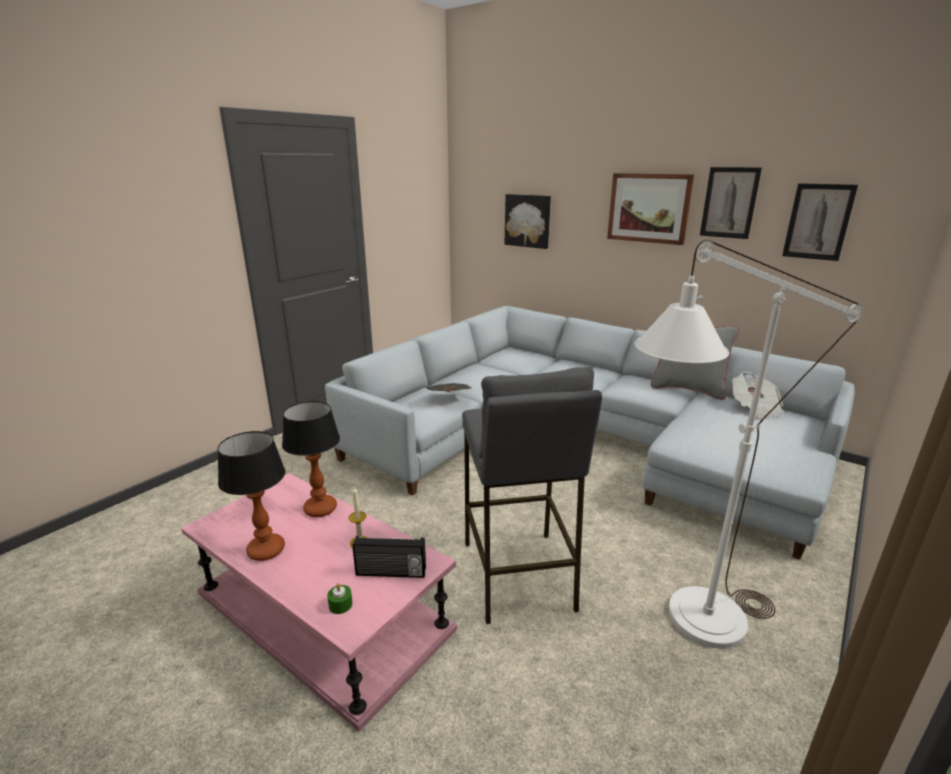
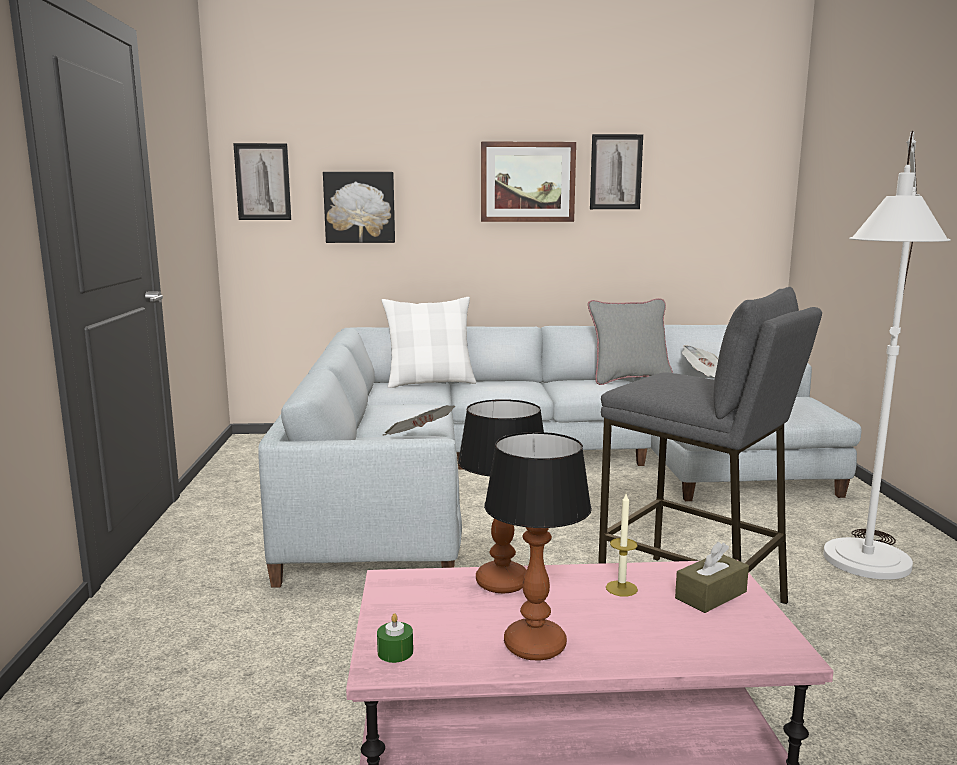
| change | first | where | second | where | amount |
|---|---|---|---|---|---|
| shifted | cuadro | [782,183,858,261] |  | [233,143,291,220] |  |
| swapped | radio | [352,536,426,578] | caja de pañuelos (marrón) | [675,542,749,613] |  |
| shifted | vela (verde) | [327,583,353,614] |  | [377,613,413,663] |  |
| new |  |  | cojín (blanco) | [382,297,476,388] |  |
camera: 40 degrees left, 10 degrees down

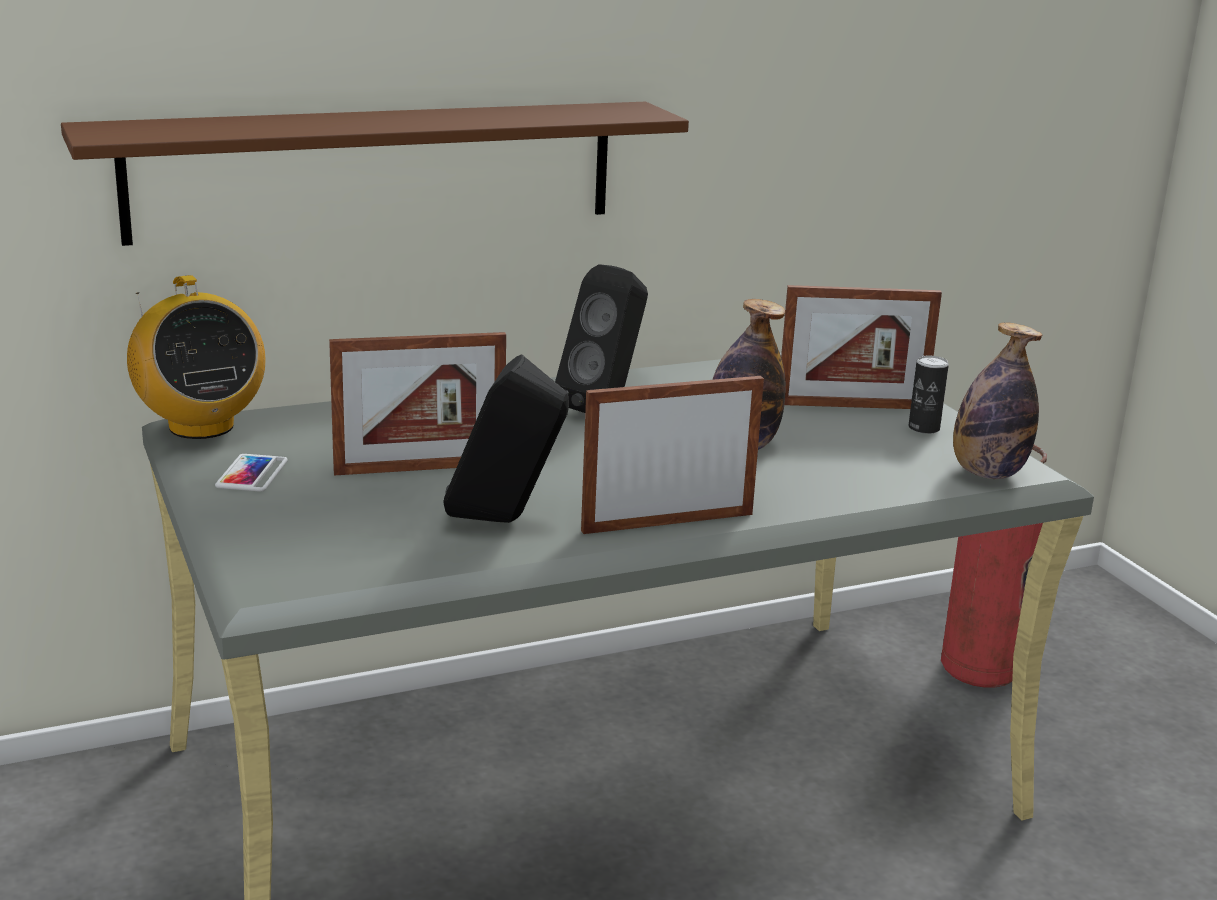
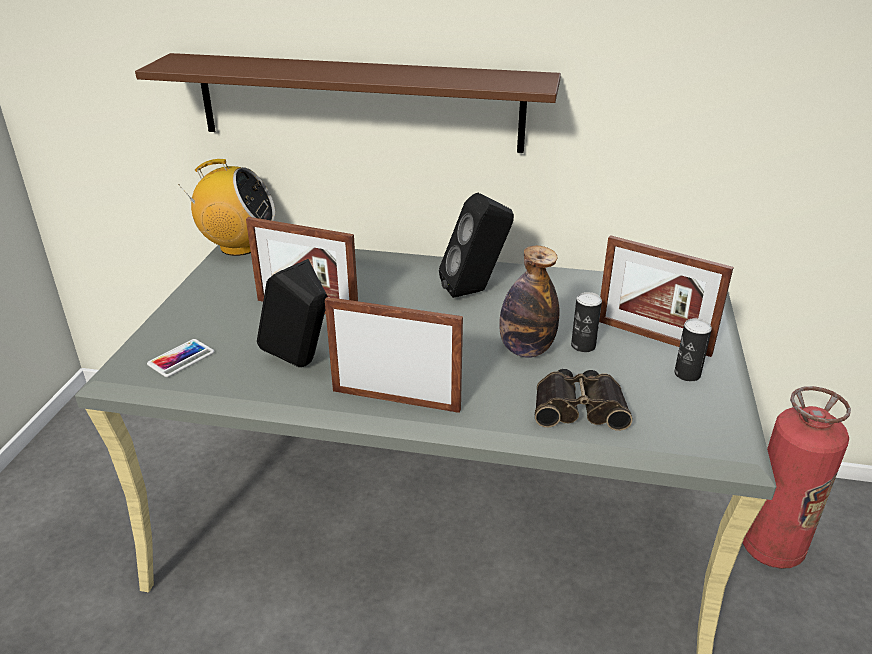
| change | first | where | second | where | amount |
|---|---|---|---|---|---|
| rotated | radio | [127,275,266,439] |  | [178,159,275,256] | 90 degrees counterclockwise |
| gone | botella | [953,322,1042,479] |  |  |  |
| shifted | móvil | [215,454,288,492] |  | [147,339,214,377] |  |
| new |  |  | lata | [571,292,602,352] |  |
| new |  |  | prismáticos | [535,369,633,431] |  |
camera: 35 degrees right, 10 degrees up

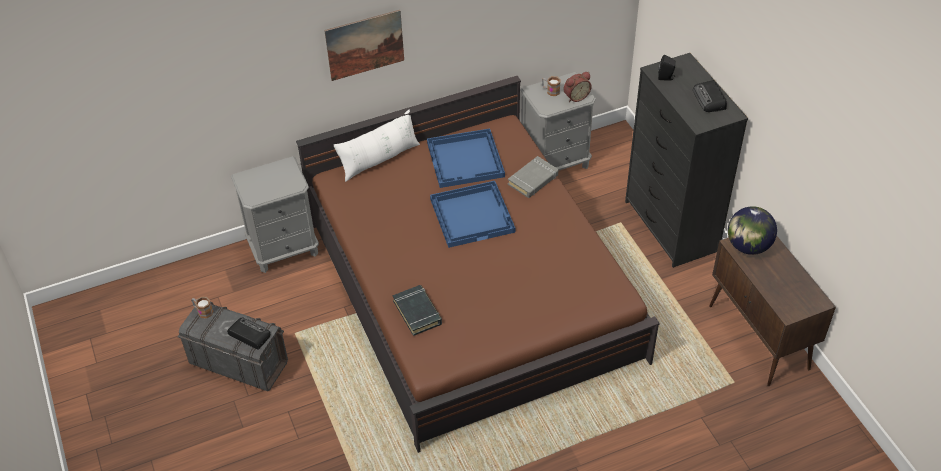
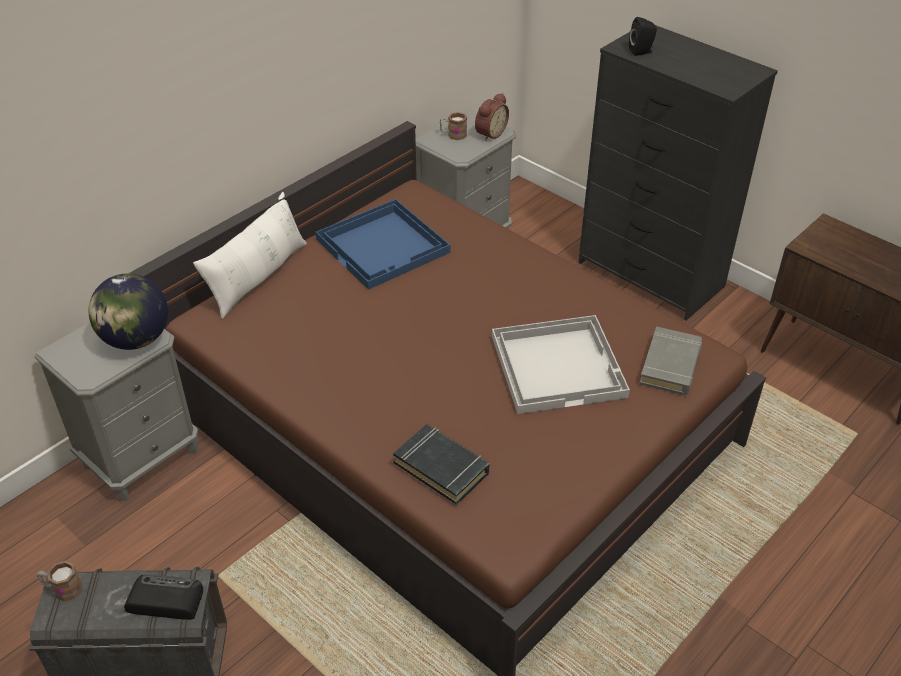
| change | first | where | second | where | amount |
|---|---|---|---|---|---|
| gone | cuadro | [324,10,404,81] |  |  |  |
| gone | radio | [693,80,727,112] |  |  |  |
| shifted | libro (gris) | [508,156,558,198] |  | [640,326,702,396] |  |
| gone | bandeja (azul) | [430,181,515,248] |  |  |  |
| shifted | globo terráqueo | [728,206,777,255] |  | [89,273,168,350] |  |
| new |  |  | bandeja (blanco) | [492,315,630,414] |  |
camera: 25 degrees left, 5 degrees down

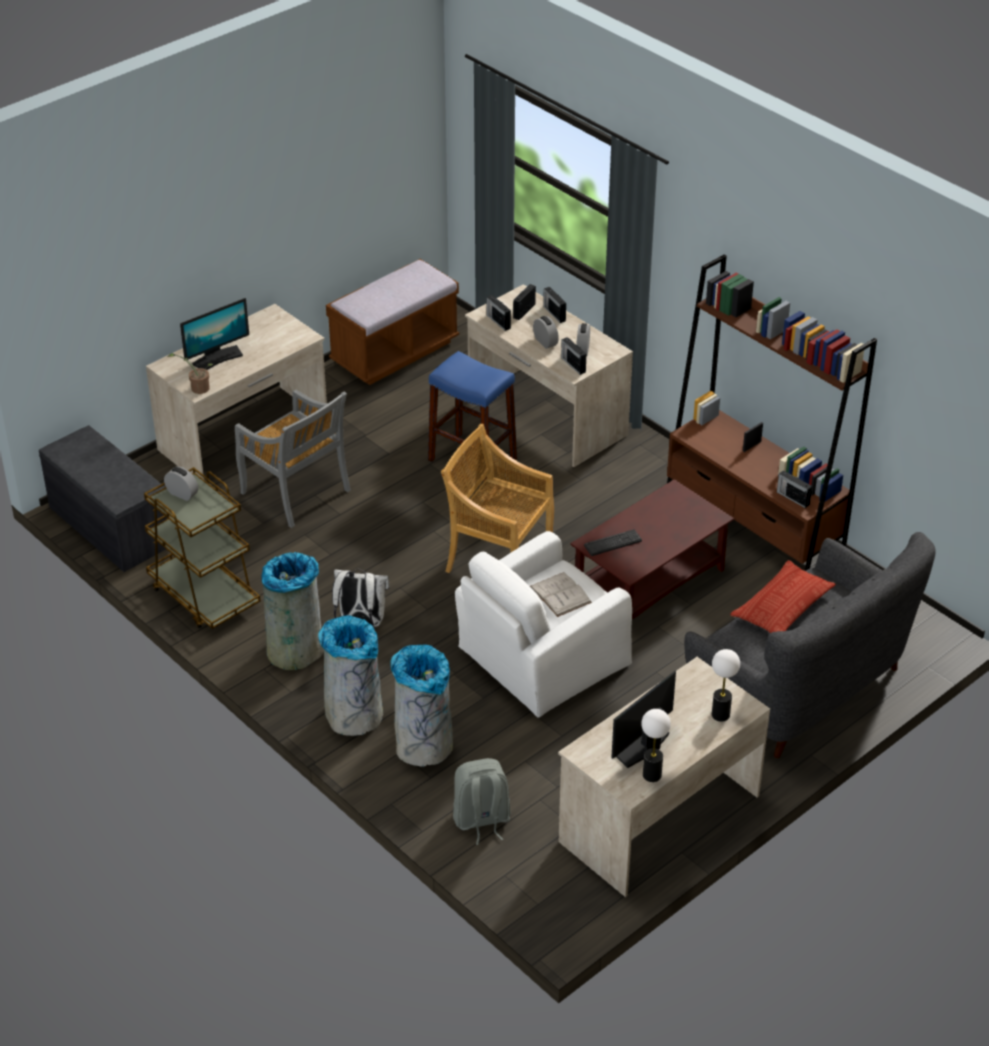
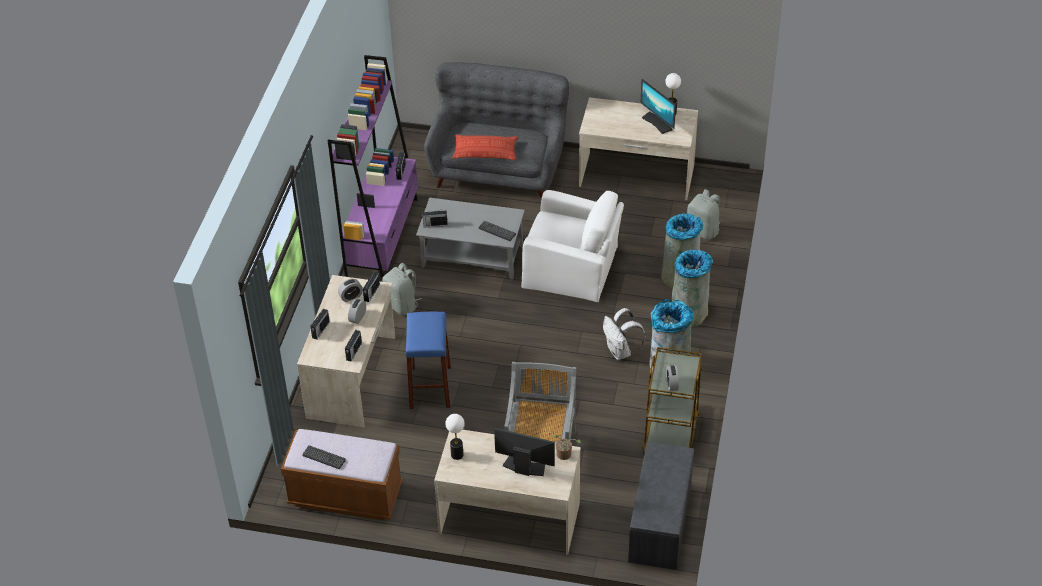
| change | first | where | second | where | amount |
|---|---|---|---|---|---|
| repainted | estantería (marrón) | [667,254,877,571] | estantería (morado) | [328,55,418,278] |  |
| shifted | radio | [513,284,536,320] |  | [422,209,448,228] |  |
| gone | silla (beis) | [441,424,554,573] |  |  |  |
| repainted | mesa de centro (marrón) | [570,479,734,620] | mesa de centro (gris) | [416,198,525,279] |  |
| gone | libro (blanco) | [530,572,592,617] |  |  |  |
| shifted | lámpara de mesa | [712,649,740,722] |  | [445,414,465,460] |  |
| rotated | monitor | [611,671,676,768] |  | [640,79,676,134] | 45 degrees clockwise |
| new |  |  | mochila (gris) | [382,263,422,315] |  |
| new |  |  | teclado | [302,445,346,469] |  |
camera: 125 degrees left, 5 degrees up

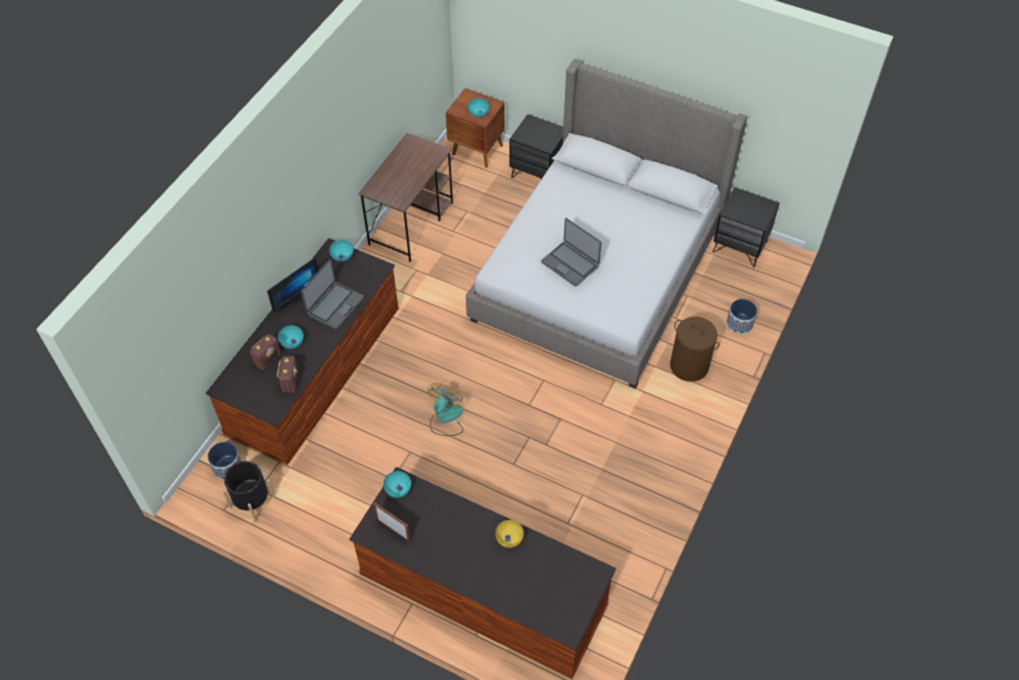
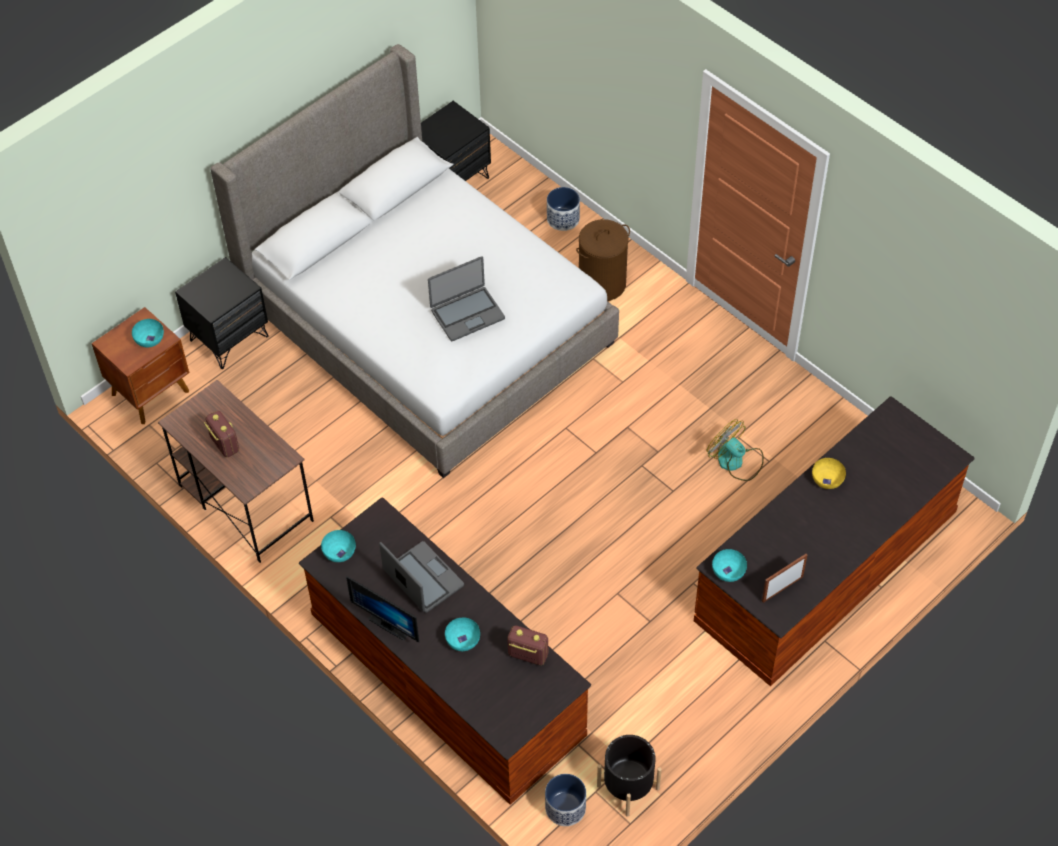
| change | first | where | second | where | amount |
|---|---|---|---|---|---|
| rotated | monitor | [267,257,318,312] |  | [346,576,419,642] | 150 degrees clockwise |
| shifted | radio | [250,334,281,370] |  | [204,411,239,457] |  |
| shifted | ventilador | [428,383,463,436] |  | [707,419,764,481] |  |
camera: 70 degrees left, 0 degrees up

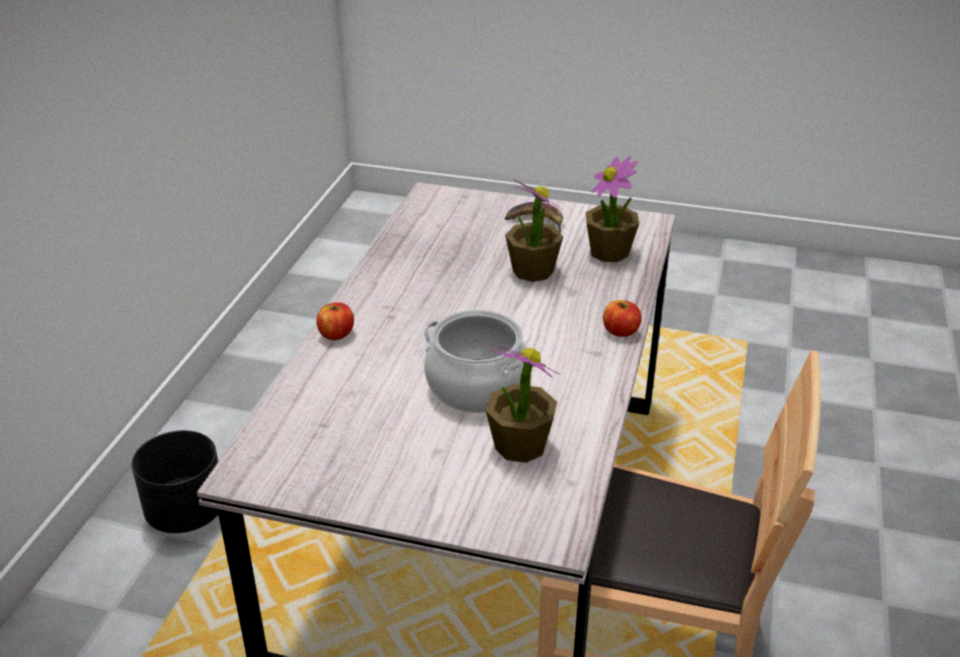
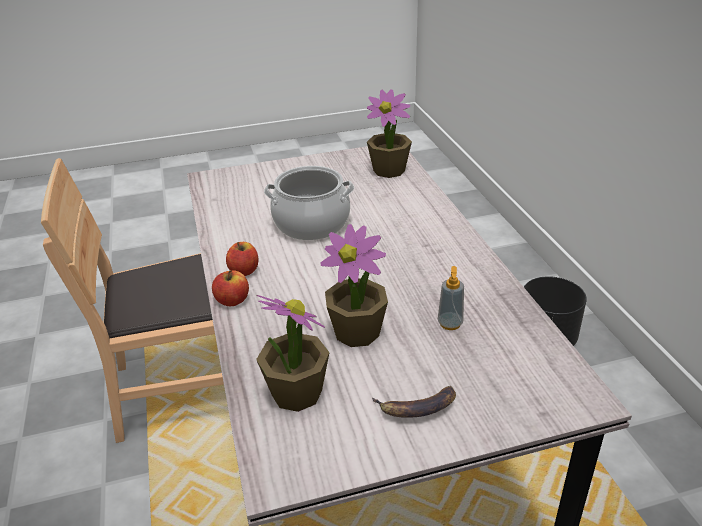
| change | first | where | second | where | amount |
|---|---|---|---|---|---|
| shifted | manzana | [317,303,354,340] |  | [226,242,258,276] |  |
| shifted | planta en maceta | [486,344,560,463] |  | [367,89,412,178] |  |
| new |  |  | dispensador de jabón | [438,266,464,330] |  |
camera: 150 degrees right, 0 degrees up

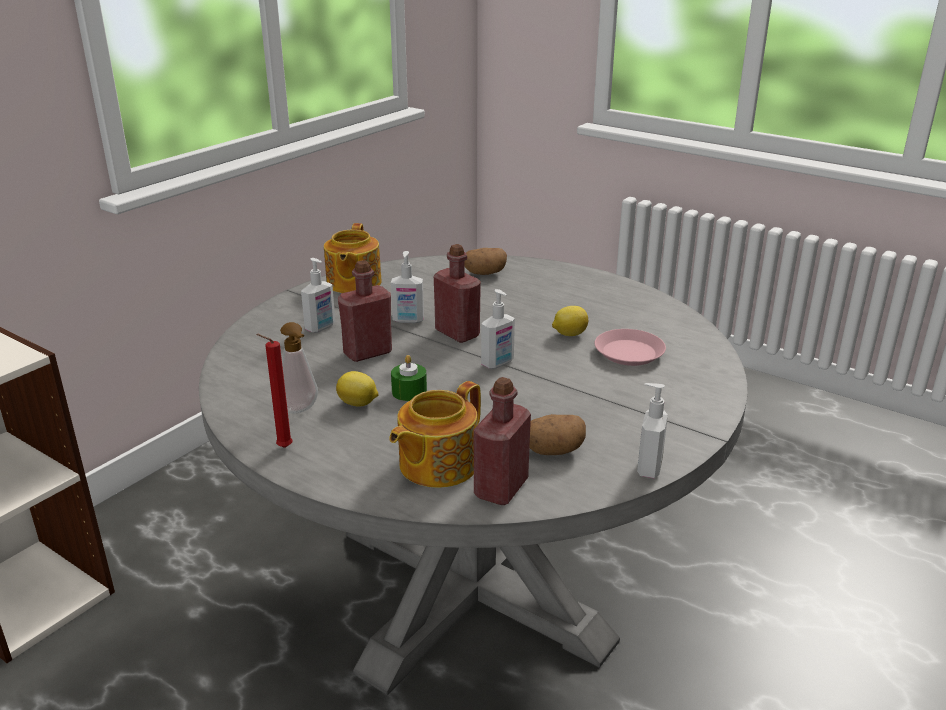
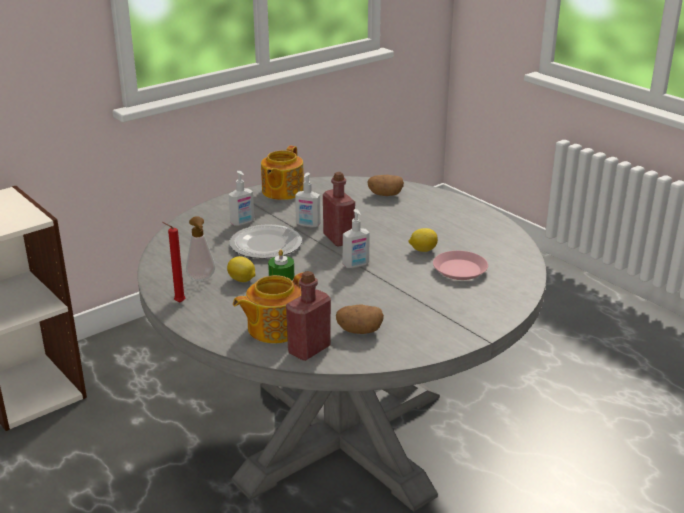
| change | first | where | second | where | amount |
|---|---|---|---|---|---|
| swapped | botella (rojo) | [338,260,392,362] | plato | [230,224,302,259] |  |
| gone | dispensador de jabón | [637,383,668,478] |  |  |  |
camera: 15 degrees right, 0 degrees up

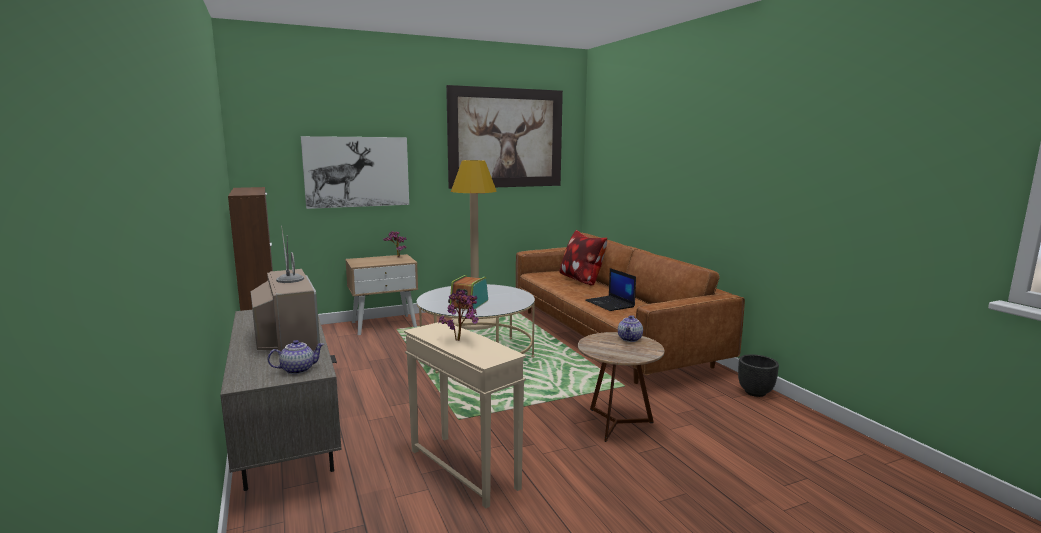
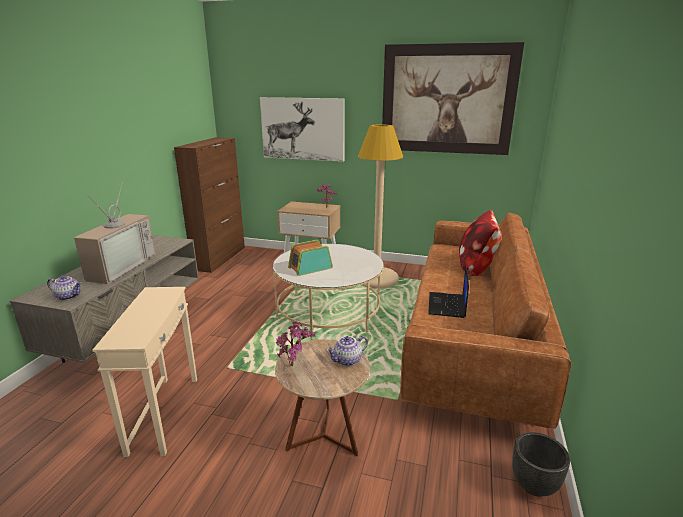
| change | first | where | second | where | amount |
|---|---|---|---|---|---|
| shifted | planta en maceta | [439,290,479,341] |  | [276,322,315,366] |  |
camera: 40 degrees right, 10 degrees up

